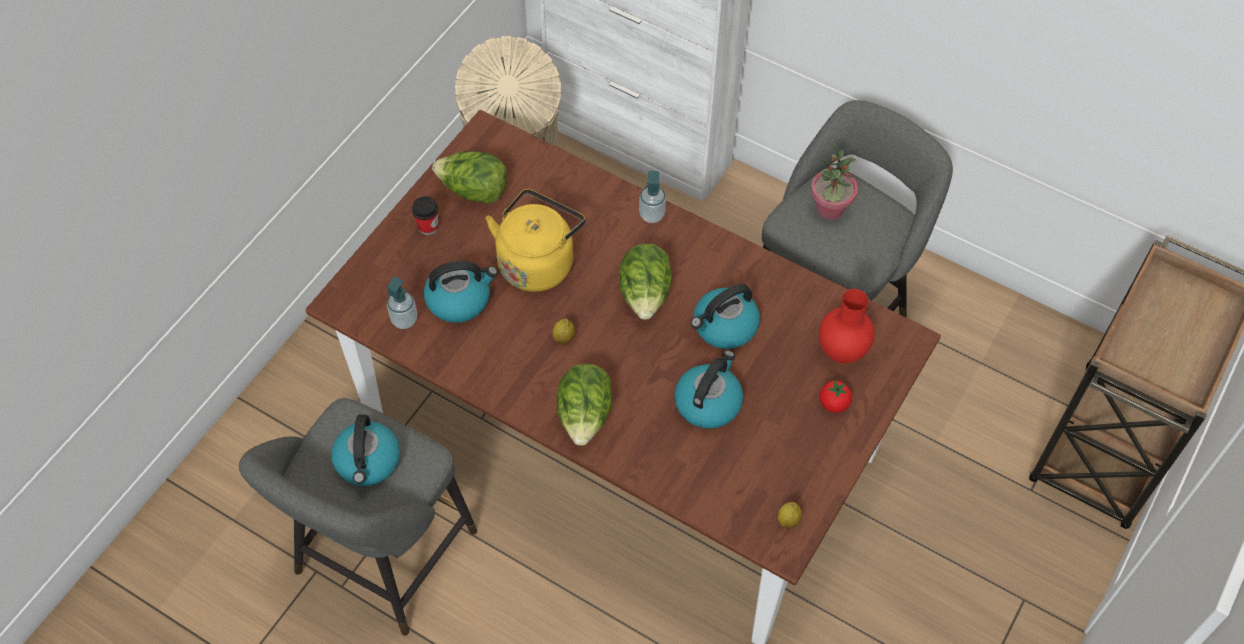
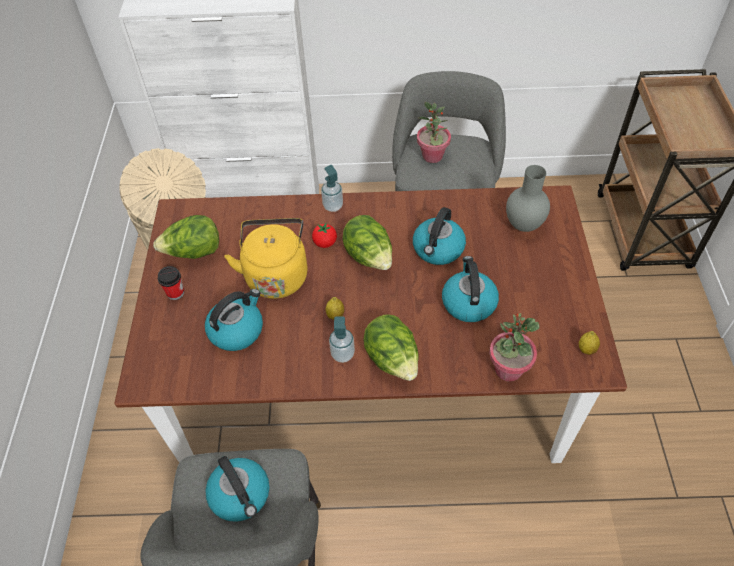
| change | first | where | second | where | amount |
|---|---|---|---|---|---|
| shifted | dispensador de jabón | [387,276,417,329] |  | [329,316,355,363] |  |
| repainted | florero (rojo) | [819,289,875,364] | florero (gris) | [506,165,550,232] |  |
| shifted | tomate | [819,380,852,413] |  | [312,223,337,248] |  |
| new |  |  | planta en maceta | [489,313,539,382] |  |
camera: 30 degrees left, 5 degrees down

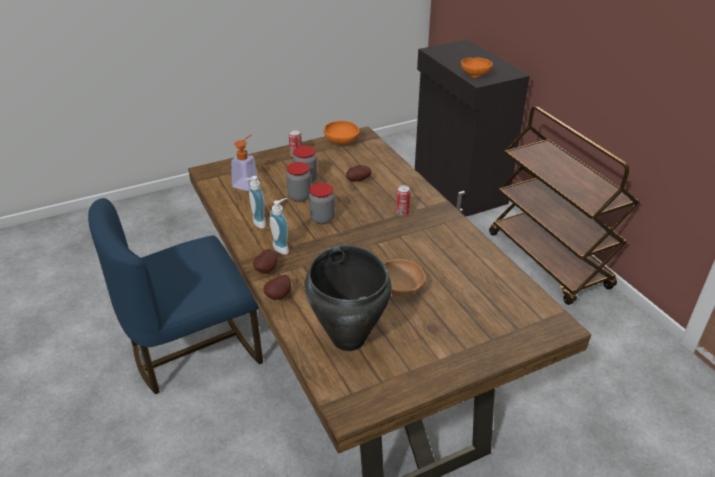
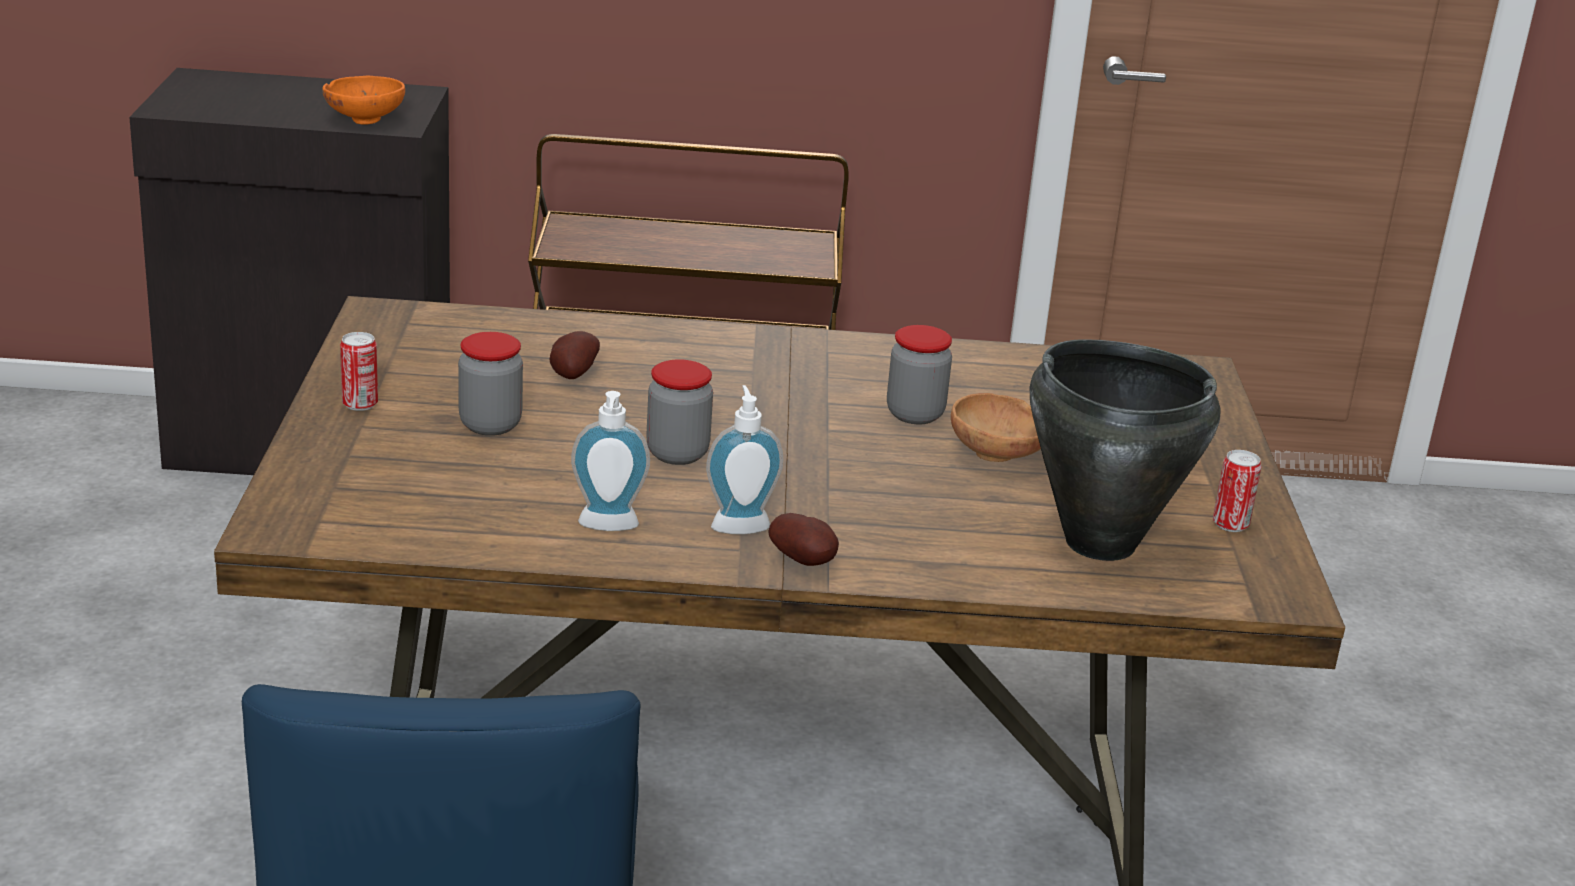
| change | first | where | second | where | amount |
|---|---|---|---|---|---|
| gone | cuenco (naranja) | [324,121,359,145] |  |  |  |
| gone | dispensador de jabón | [231,135,259,191] |  |  |  |
| shifted | tarro | [286,162,311,202] |  | [887,325,952,424] |  |
| shifted | lata | [395,185,411,216] |  | [1213,450,1261,532] |  |
| gone | patata | [263,275,291,300] |  |  |  |
camera: 65 degrees left, 10 degrees down

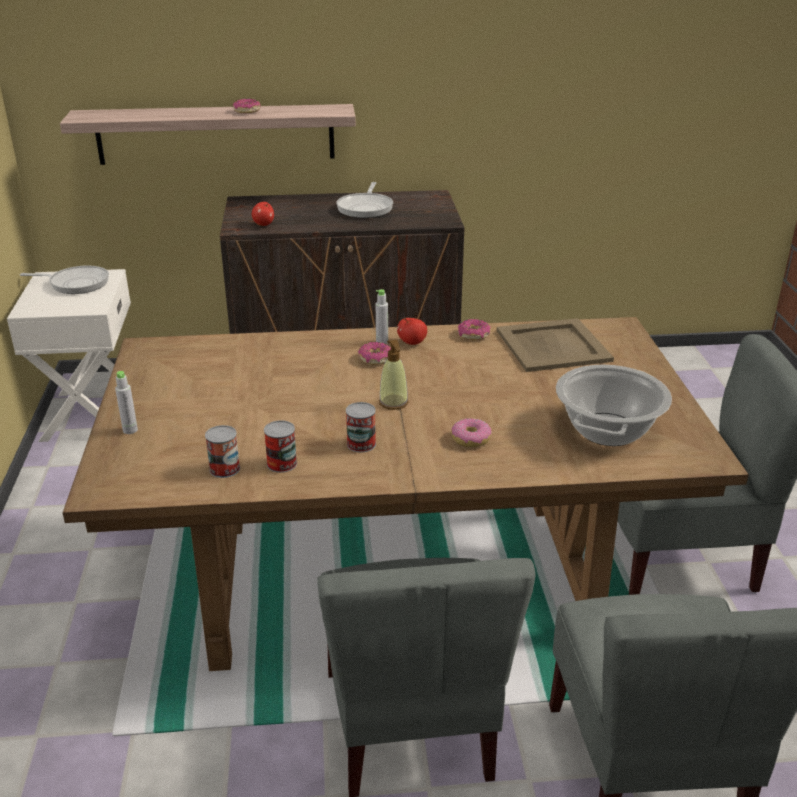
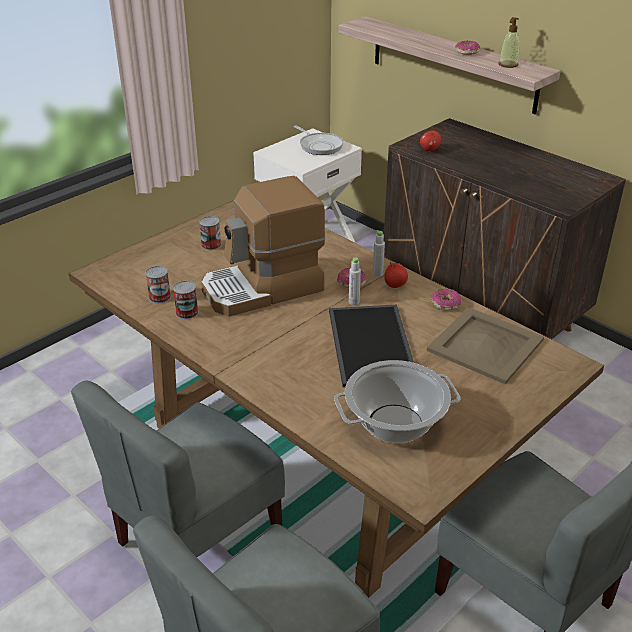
| change | first | where | second | where | amount |
|---|---|---|---|---|---|
| gone | sartén | [336,182,393,218] |  |  |  |
| shifted | dispensador de jabón | [379,340,409,410] |  | [498,17,519,68] |  |
| shifted | botella (gris) | [115,371,138,434] |  | [349,257,361,305] |  |
| shifted | lata | [346,402,376,453] |  | [199,216,221,250] |  |
| gone | rosquilla | [451,418,492,447] |  |  |  |
| new |  |  | cafetera | [201,176,326,316] |  |
| new |  |  | bandeja | [329,305,414,387] |  |
camera: 50 degrees right, 5 degrees up

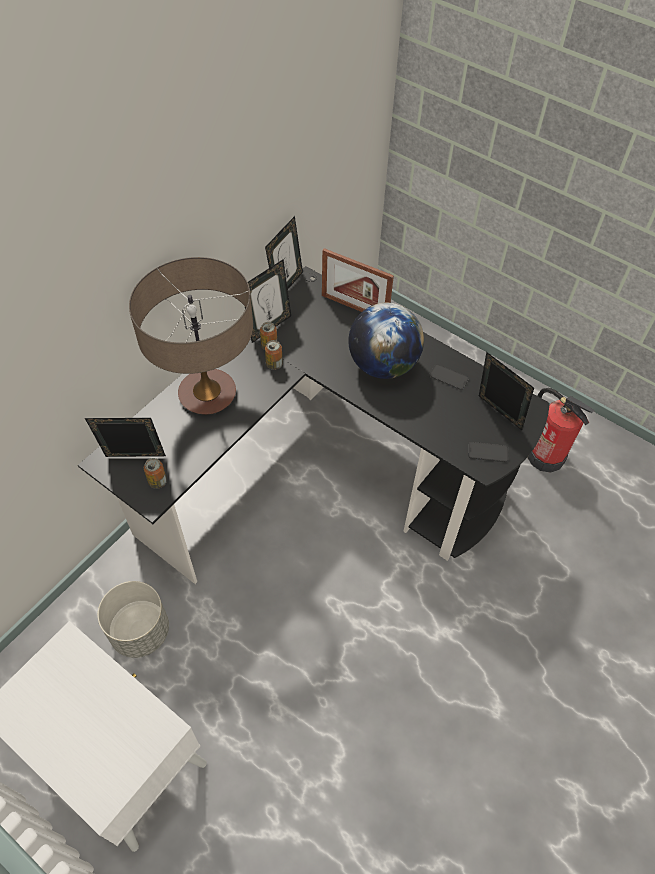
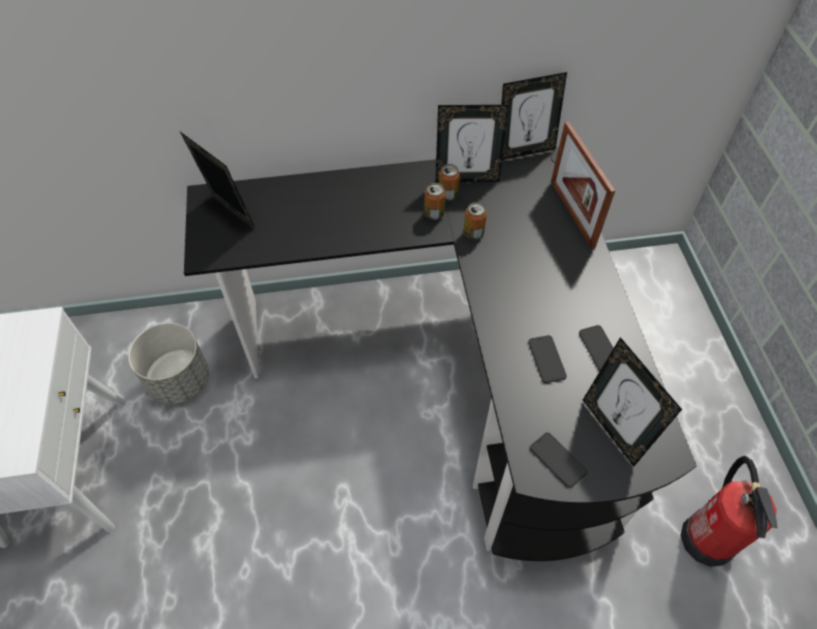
| change | first | where | second | where | amount |
|---|---|---|---|---|---|
| gone | lámpara de mesa | [129,257,253,415] |  |  |  |
| gone | globo terráqueo | [348,303,424,379] |  |  |  |
| rotated | portarretratos | [479,352,534,430] |  | [583,337,682,466] | 150 degrees clockwise |
| shifted | lata | [144,458,167,489] |  | [463,202,487,240] |  |
| new |  |  | móvil | [528,335,567,383] |  |
camera: 45 degrees right, 0 degrees up

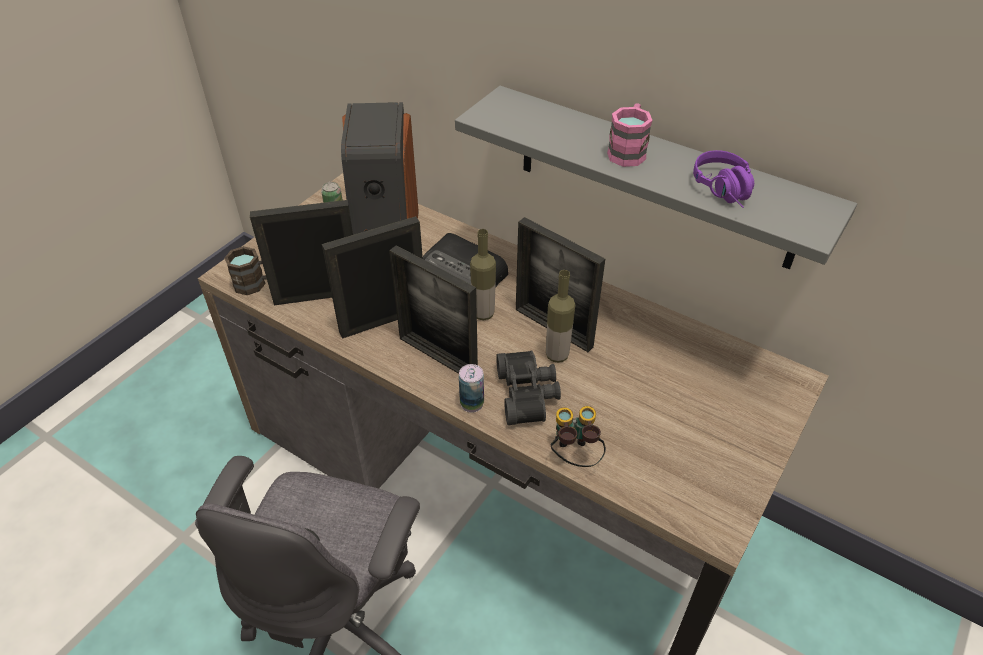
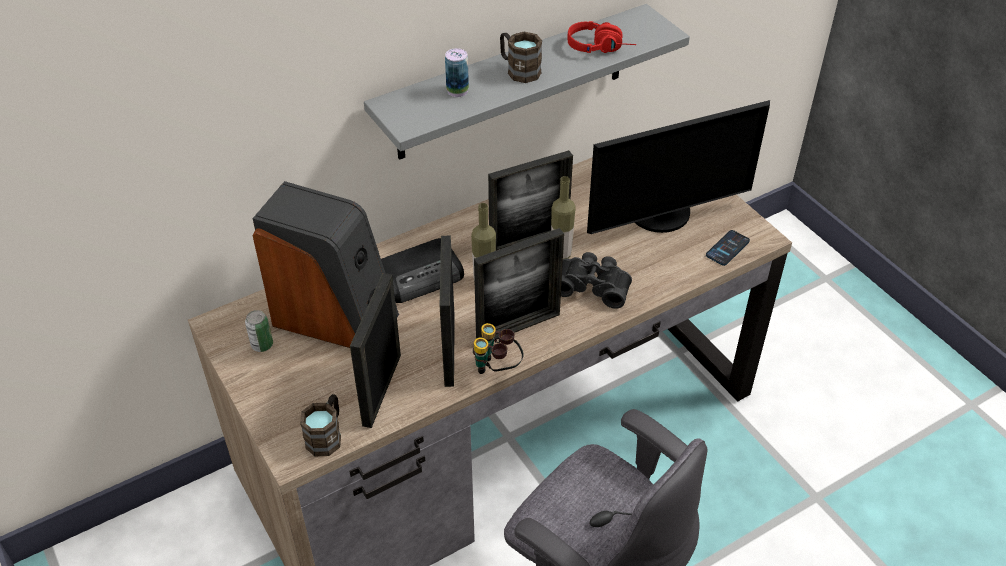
| change | first | where | second | where | amount |
|---|---|---|---|---|---|
| repainted | taza grande (rosa) | [607,104,653,167] | taza grande (marrón) | [500,32,542,83] |  |
| repainted | auriculares (morado) | [693,150,754,208] | auriculares (rojo) | [567,21,636,53] |  |
| shifted | lata | [459,364,484,413] |  | [445,48,469,97] |  |
| shifted | prismáticos | [550,406,606,467] |  | [473,323,524,374] |  |
| new |  |  | monitor | [587,100,770,234] |  |
| new |  |  | móvil | [706,230,750,266] |  |
camera: 65 degrees left, 0 degrees up

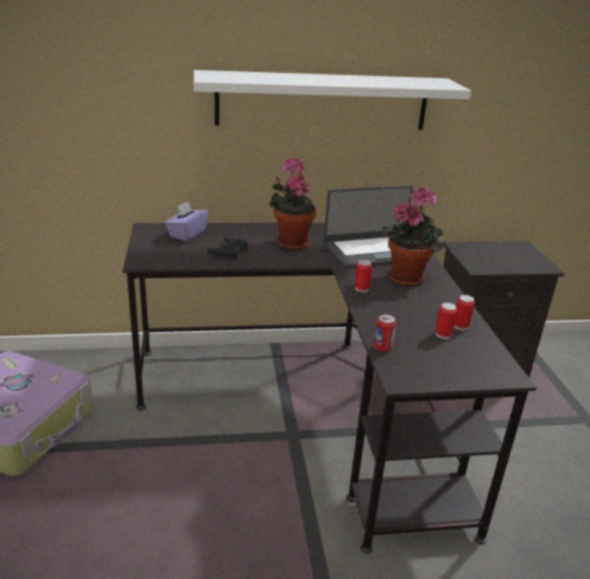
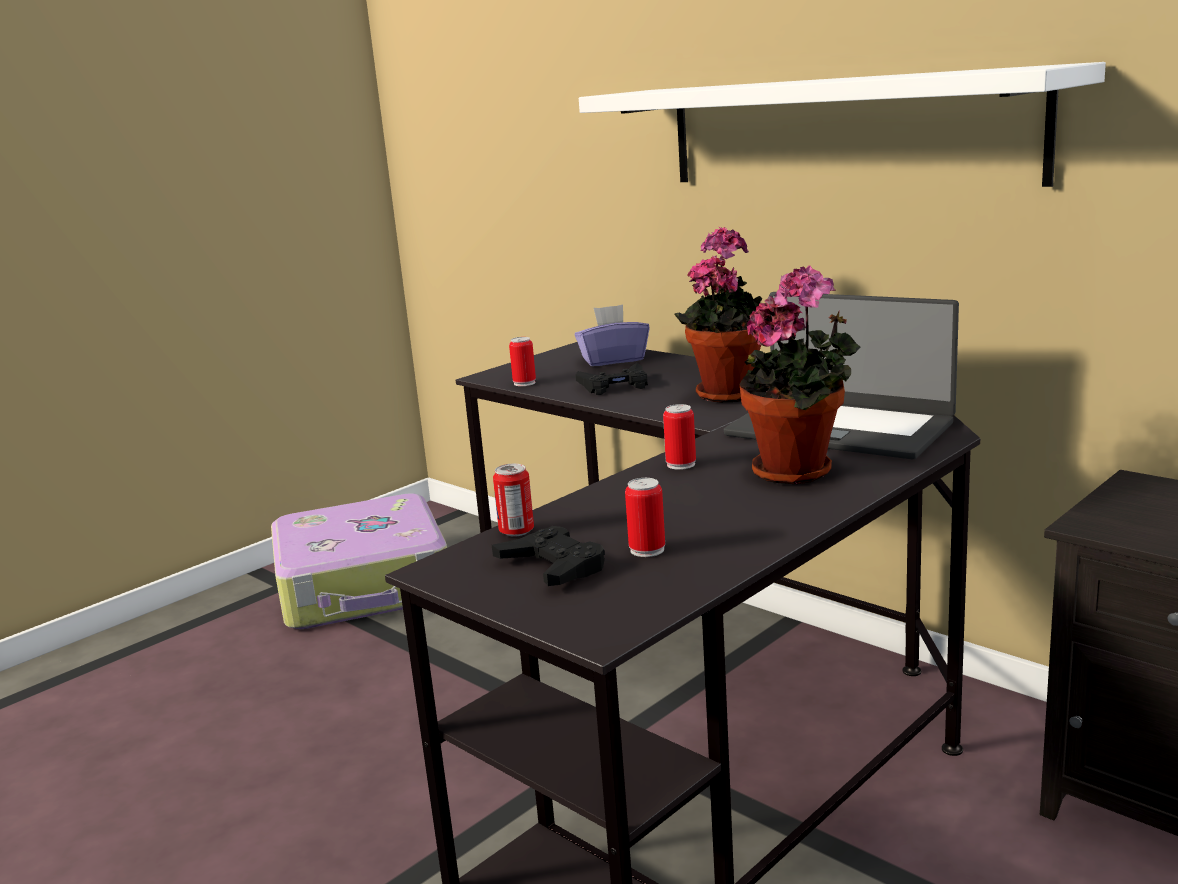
| change | first | where | second | where | amount |
|---|---|---|---|---|---|
| shifted | lata | [454,295,475,330] |  | [509,337,536,386] |  |
| new |  |  | mando de consola (negro) | [492,526,605,586] |  |
camera: 55 degrees right, 10 degrees down

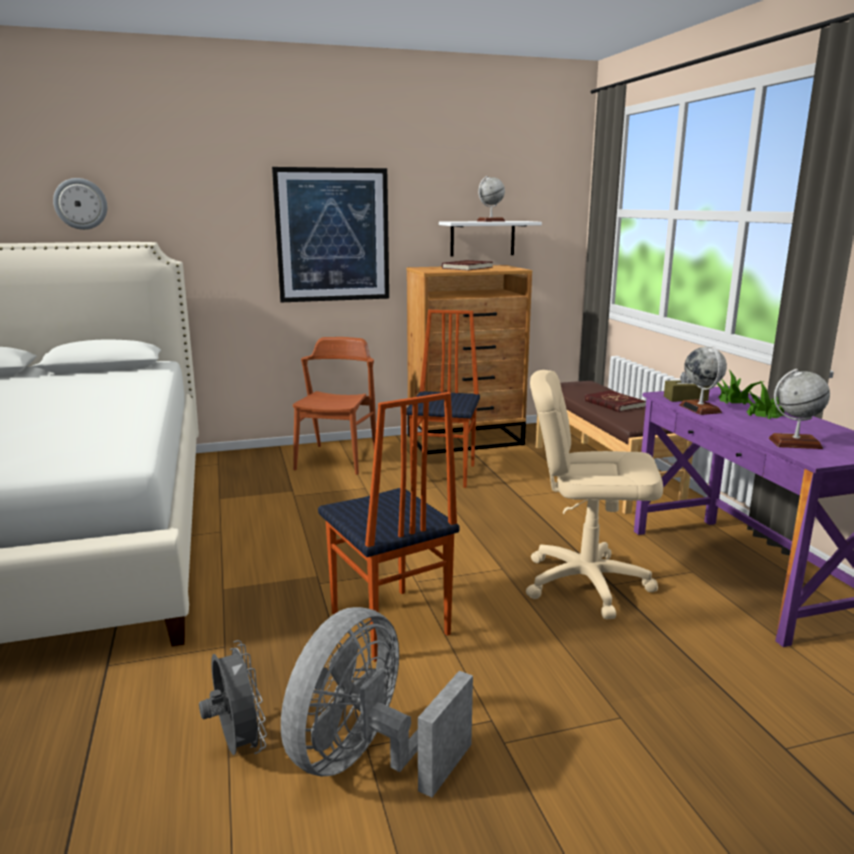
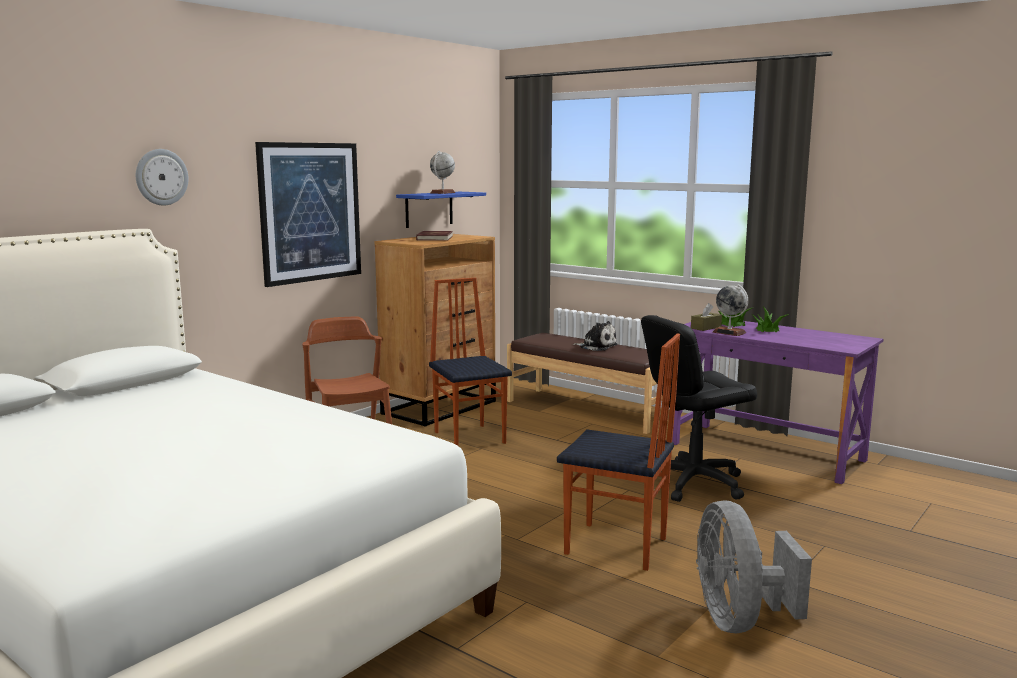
| change | first | where | second | where | amount |
|---|---|---|---|---|---|
| shifted | reloj de pared | [53,178,107,230] |  | [136,149,189,206] |  |
| repainted | estante (blanco) | [439,221,542,257] | estante (azul) | [396,192,486,228] |  |
| gone | globo terráqueo | [769,369,830,449] |  |  |  |
| repainted | silla de oficina (beis) | [526,370,663,619] | silla de oficina (negro) | [641,315,757,502] |  |
| swapped | libro (rojo) | [585,390,646,412] | peluche | [573,321,618,351] |  |
| gone | ventilador (gris) | [199,640,267,755] |  |  |  |
camera: 35 degrees left, 5 degrees down

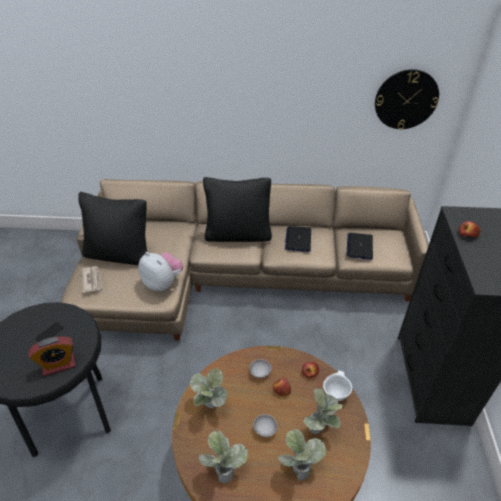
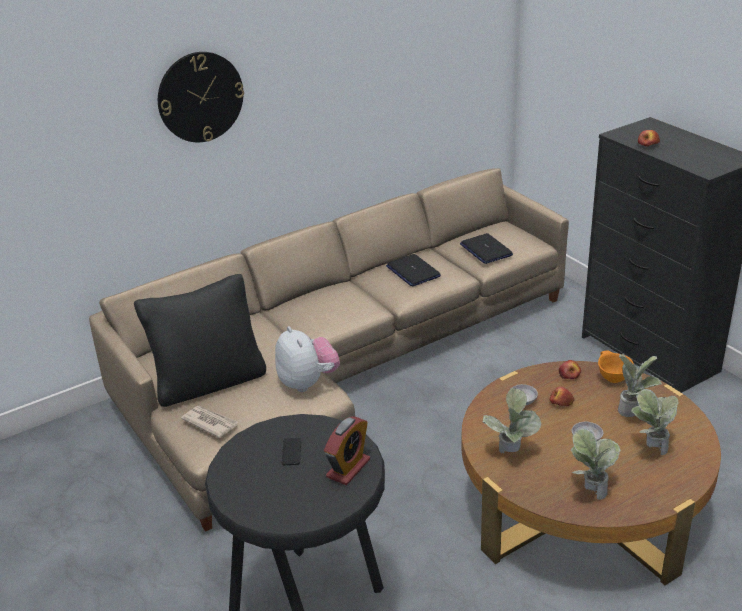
| change | first | where | second | where | amount |
|---|---|---|---|---|---|
| shifted | reloj de pared | [375,69,439,130] |  | [158,52,244,142] |  |
| gone | cojín (negro) | [203,177,272,242] |  |  |  |
| rotated | peluche | [138,252,183,291] |  | [275,326,340,392] | 60 degrees clockwise |
| repainted | cuenco (blanco) | [323,371,352,401] | cuenco (naranja) | [598,350,633,383] |  |
camera: 35 degrees left, 10 degrees down

